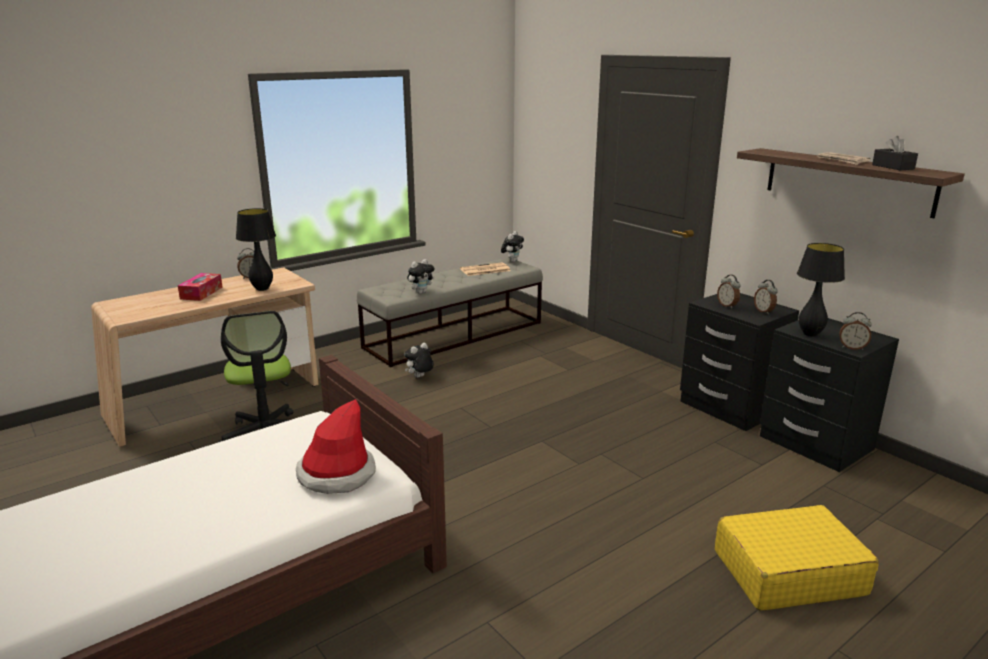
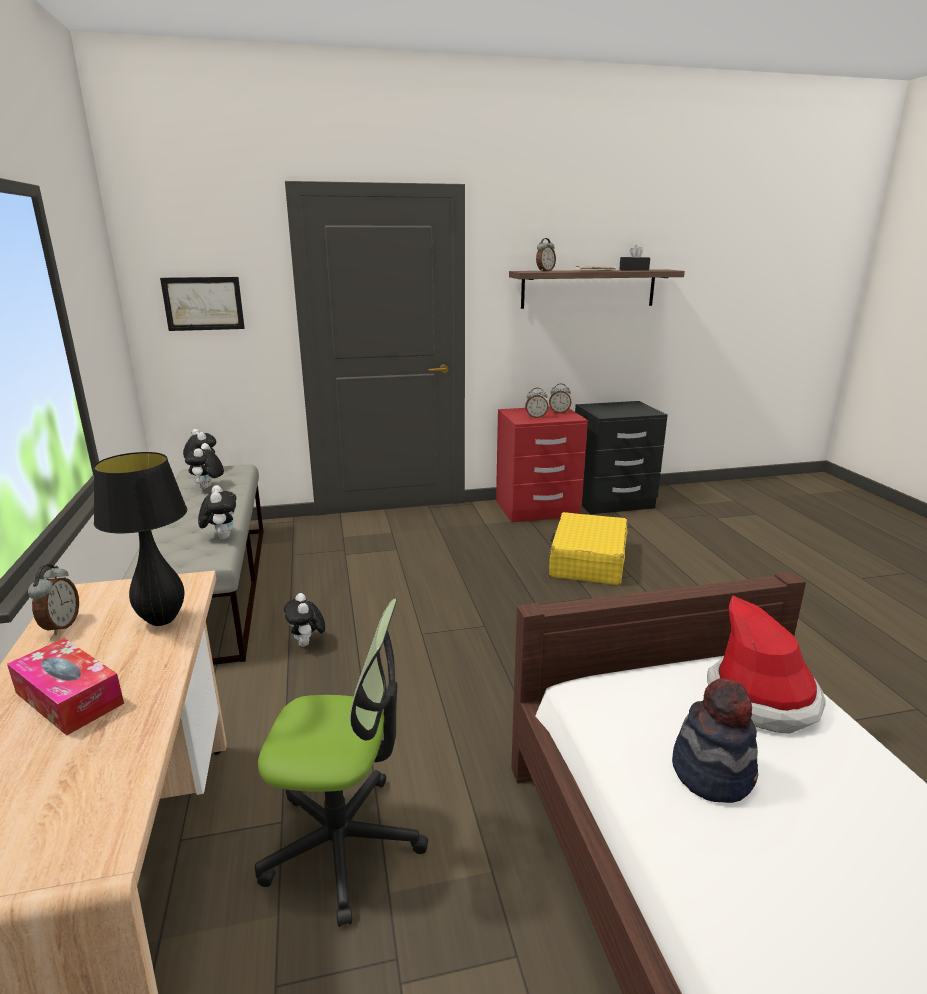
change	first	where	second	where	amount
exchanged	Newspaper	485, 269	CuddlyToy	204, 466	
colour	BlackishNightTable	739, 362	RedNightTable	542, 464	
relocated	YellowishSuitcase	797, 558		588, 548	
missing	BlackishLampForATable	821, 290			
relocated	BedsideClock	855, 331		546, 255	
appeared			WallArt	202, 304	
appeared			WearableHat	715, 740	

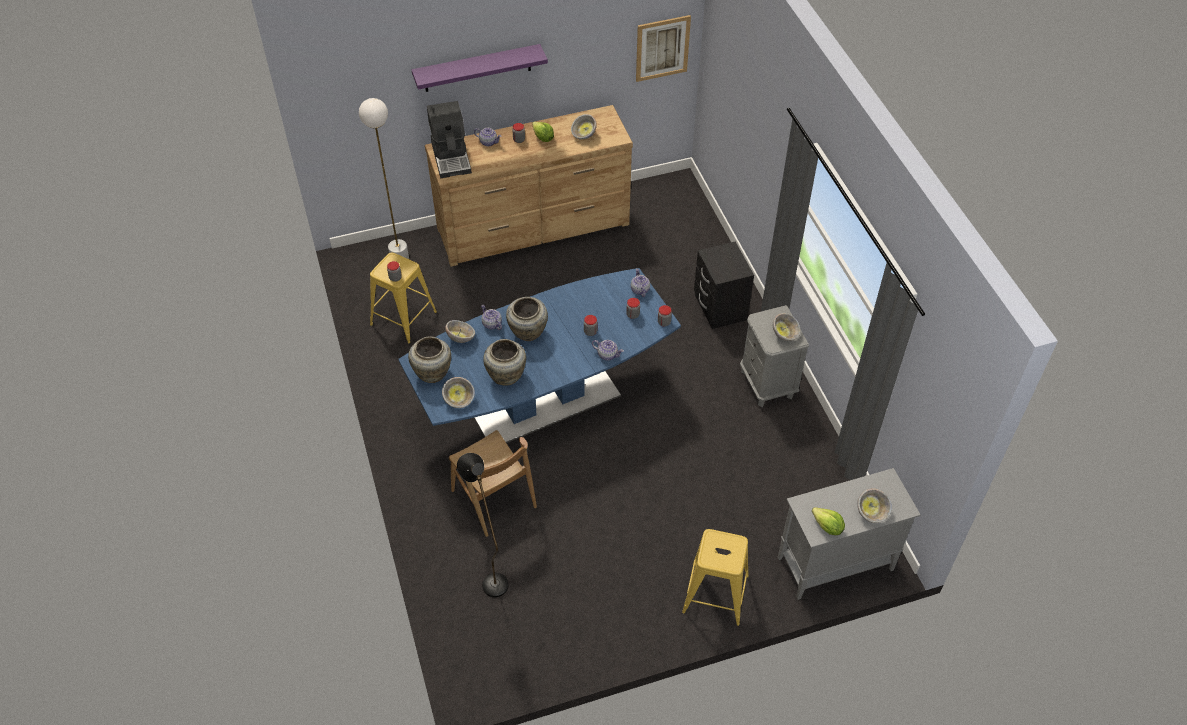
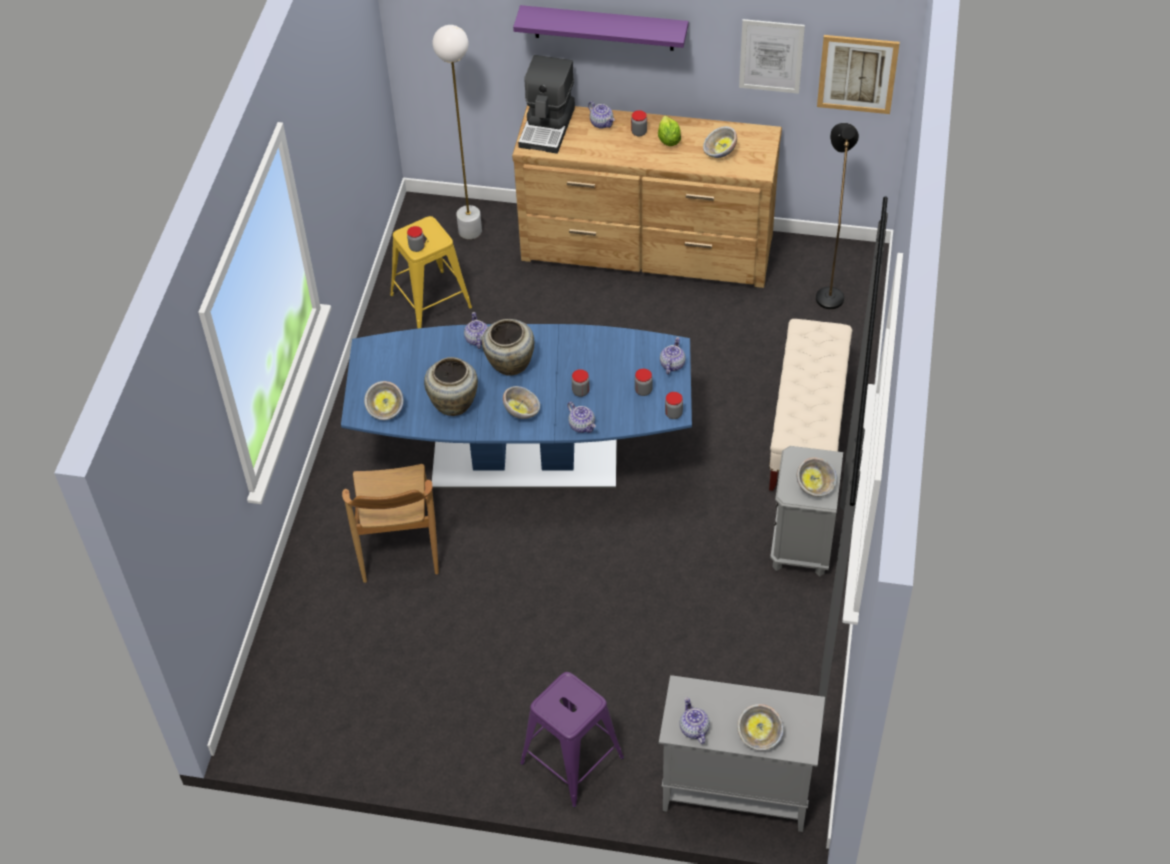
change	first	where	second	where	amount
missing	BeigeFlowerVase	429, 359			
relocated	ServingBowl	460, 331		521, 402	
relocated	BlackishStandingLamp	483, 525		837, 216	
colour	YellowishSittingStool	715, 577	PurplishSittingStool	572, 739	
exchanged	BlackishNightTable	724, 285	BeigeIndoorBench	810, 405	
exchanged	HeadOfLettuce	828, 521	Teapot	694, 720	
appeared			WallArt	772, 56	

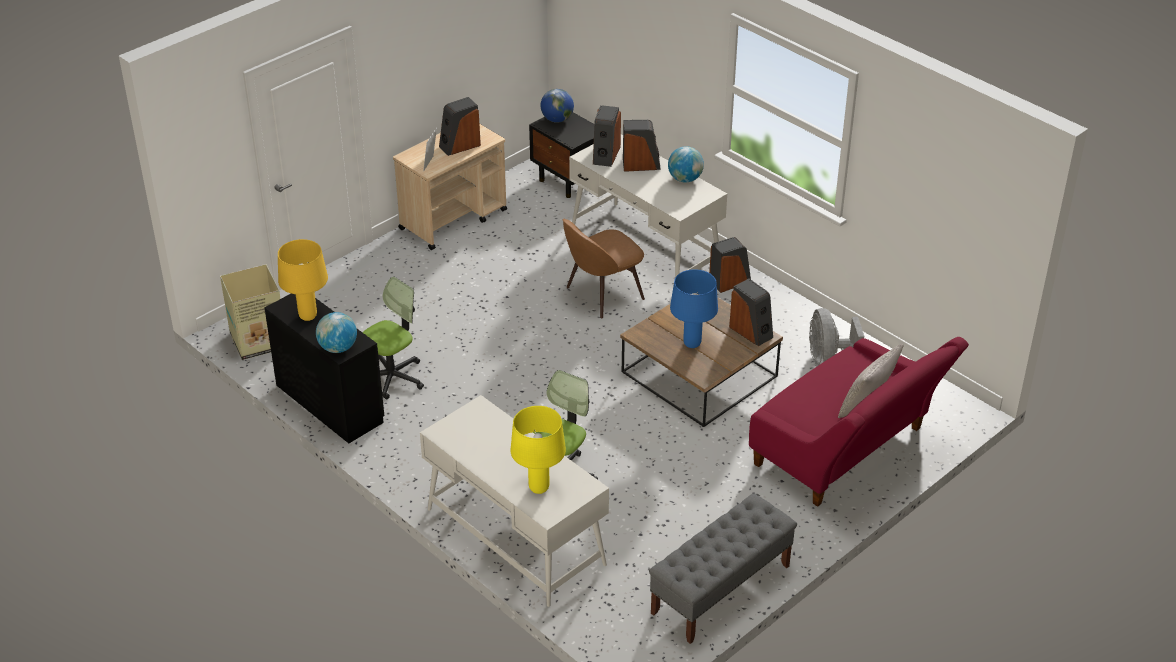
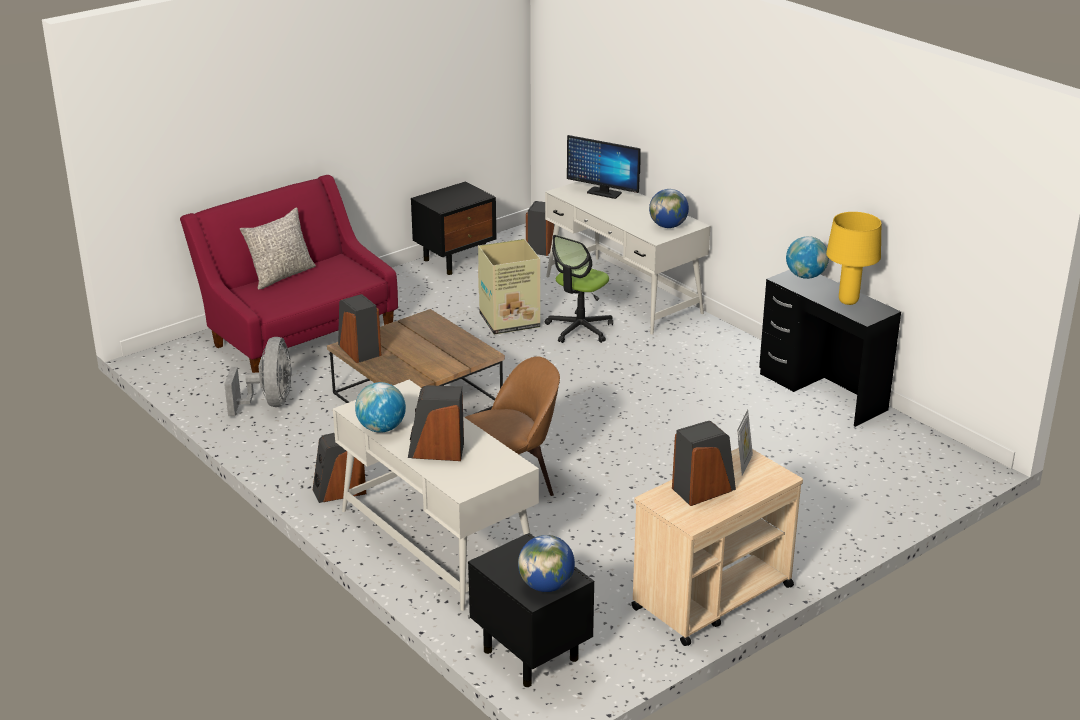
change	first	where	second	where	amount
relocated	CardboardBox	250, 312		509, 287	
missing	OfficeChair	393, 338			
exchanged	YellowishLampForATable	538, 450	Monitor	604, 167	
relocated	Loudspeaker	607, 136		540, 228	
exchanged	GreyishIndoorBench	723, 568	BlackishNightTable	453, 228	
missing	BlueColouredLampForATable	694, 308			
appeared			WorldGlobe	669, 208	

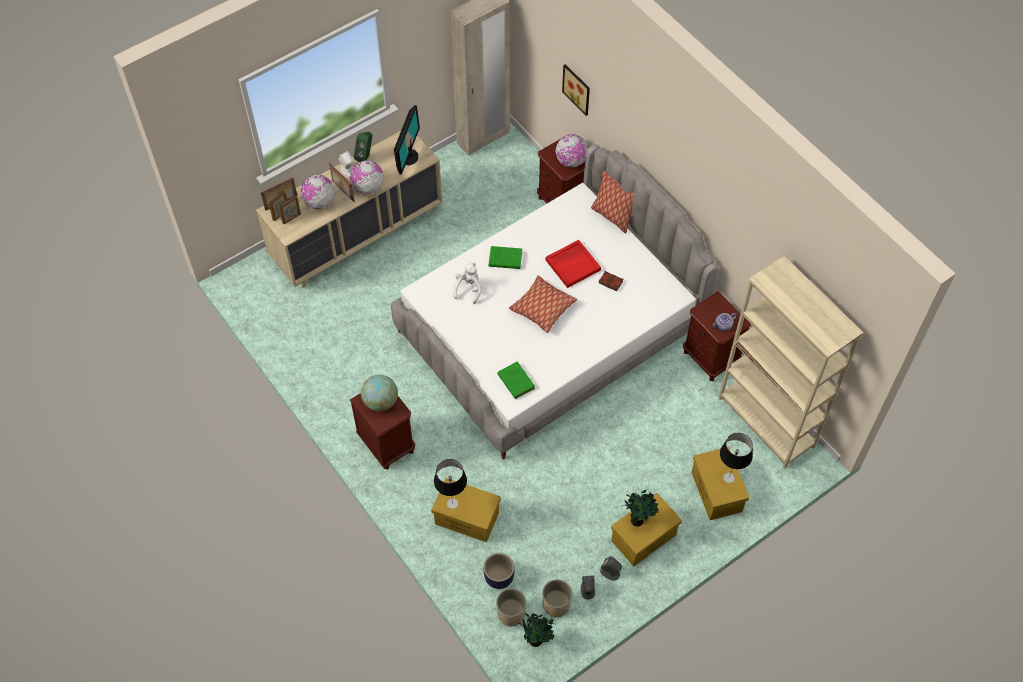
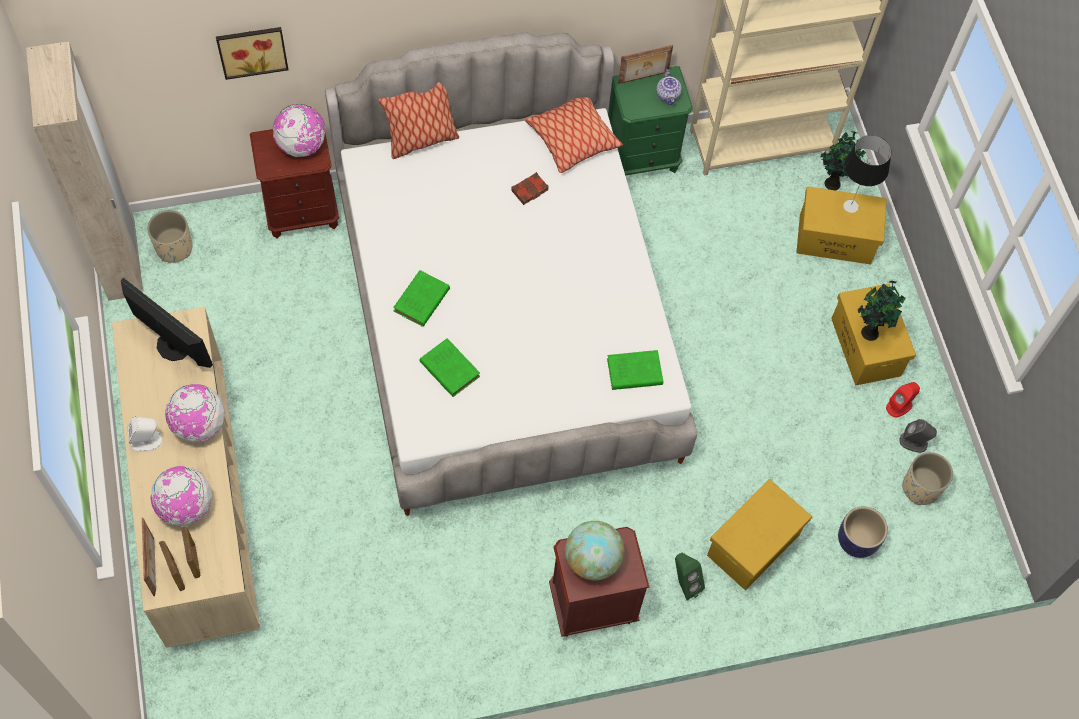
change	first	where	second	where	amount
relocated	PhotoFrame	342, 182		645, 64	
relocated	GreenishLoudspeaker	363, 147		690, 576	
missing	LampForATable	450, 484			
exchanged	WhiteColouredCuddlyToy	467, 283	GreenishVolume	449, 367	
relocated	BeigeFlowerPot	511, 607		169, 236	
relocated	ThrowPillow	543, 304		574, 135	
relocated	Houseplant	536, 630		843, 161	
missing	RedTray	573, 264			
colour	GreyishLoudspeaker	611, 568	RedLoudspeaker	903, 399	
colour	BrownishNightTable	717, 336	GreenishNightTable	650, 120	

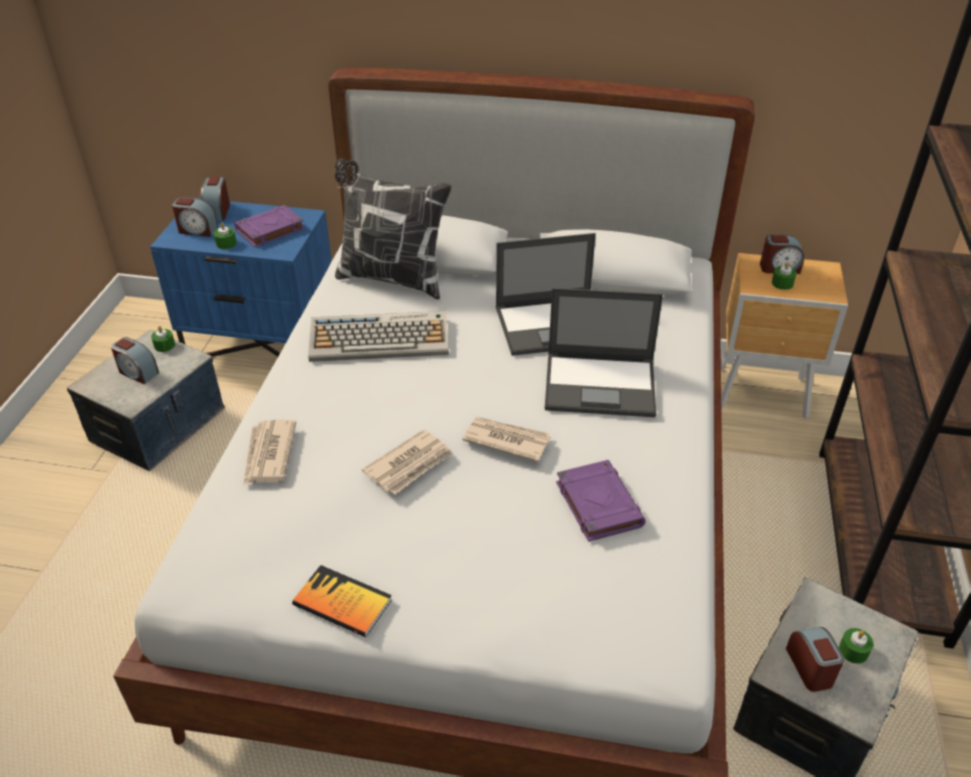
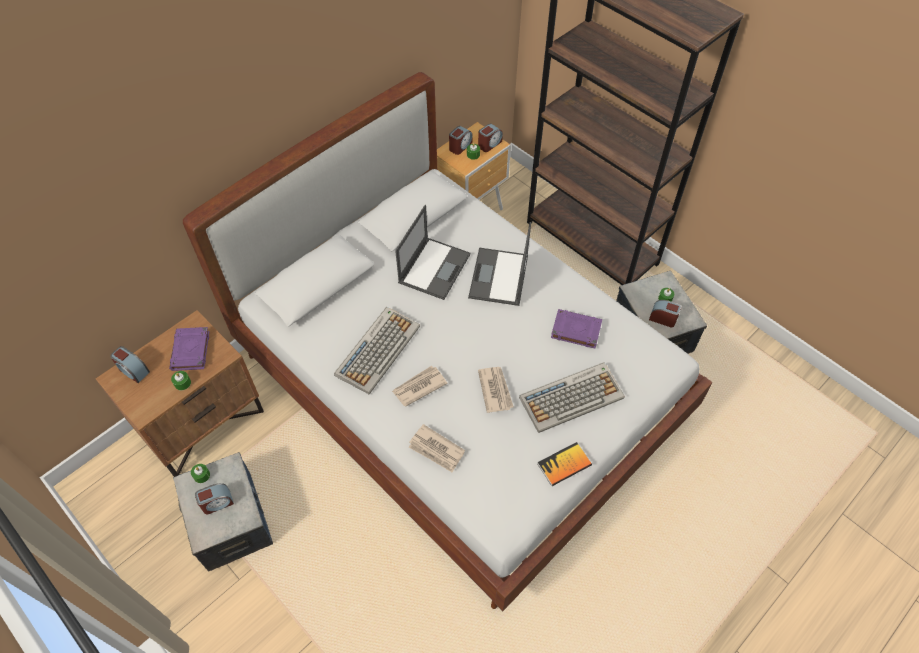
change	first	where	second	where	amount
colour	BlueColouredNightTable	241, 277	BrownishNightTable	180, 393	
relocated	BedsideClock	195, 217		490, 138	
missing	ThrowPillow	393, 228			
relocated	Newspaper	507, 439		420, 386	
spun	NotebookComputer	604, 352		499, 264	150 degrees clockwise
appeared			ComputerKeyboard	572, 397	

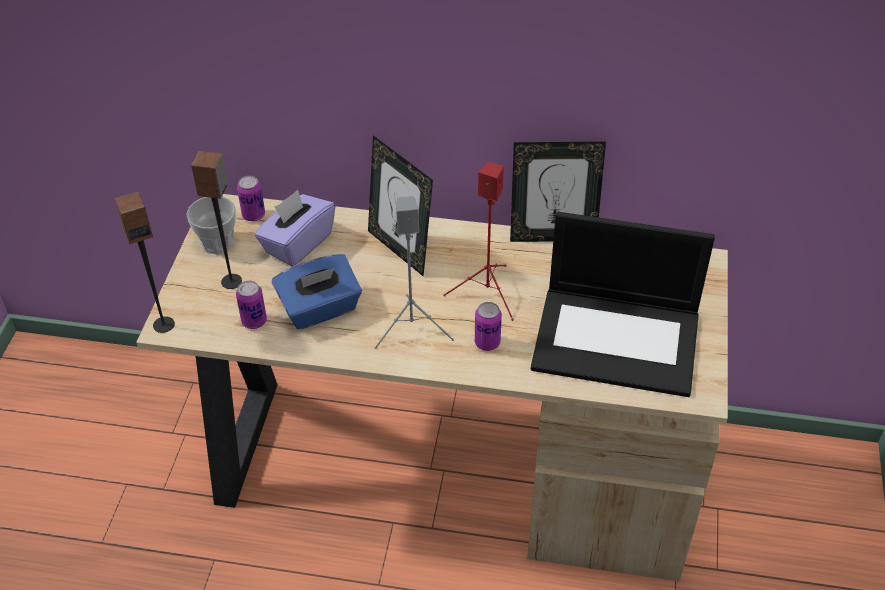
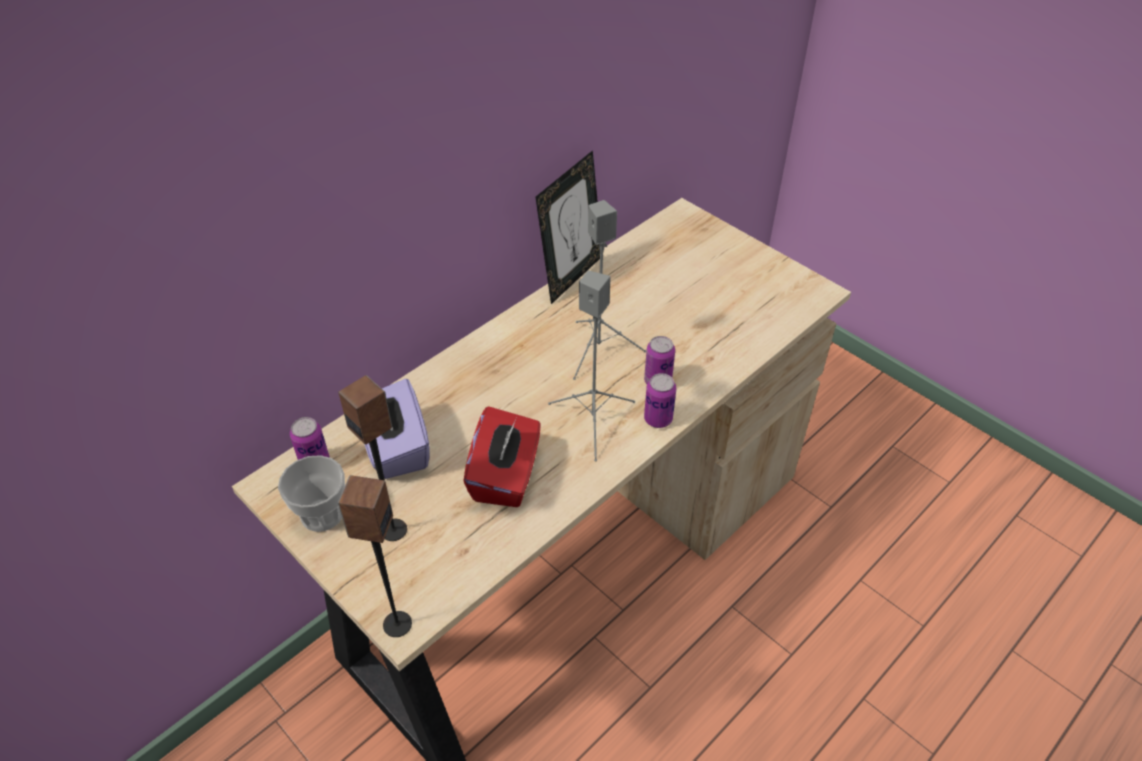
change	first	where	second	where	amount
relocated	Can	251, 305		660, 400	
colour	BlueColouredTissueBox	317, 292	RedTissueBox	502, 456	
missing	PhotoFrame	400, 206			
colour	RedLoudspeaker	478, 241	GreyishLoudspeaker	609, 290	
missing	NotebookComputer	623, 304			

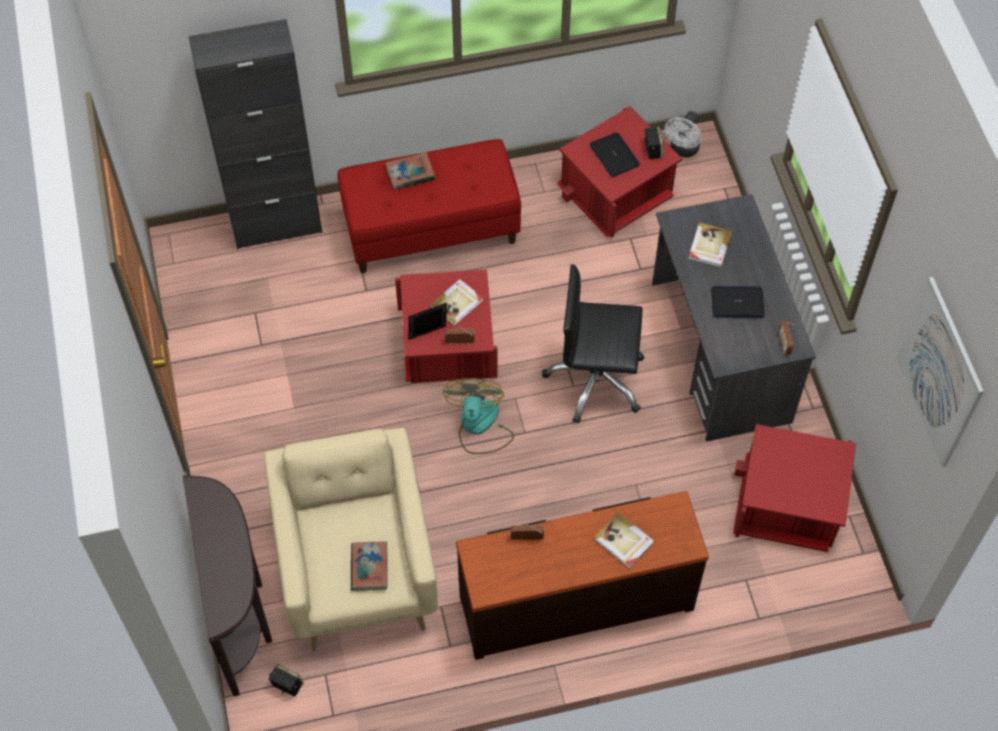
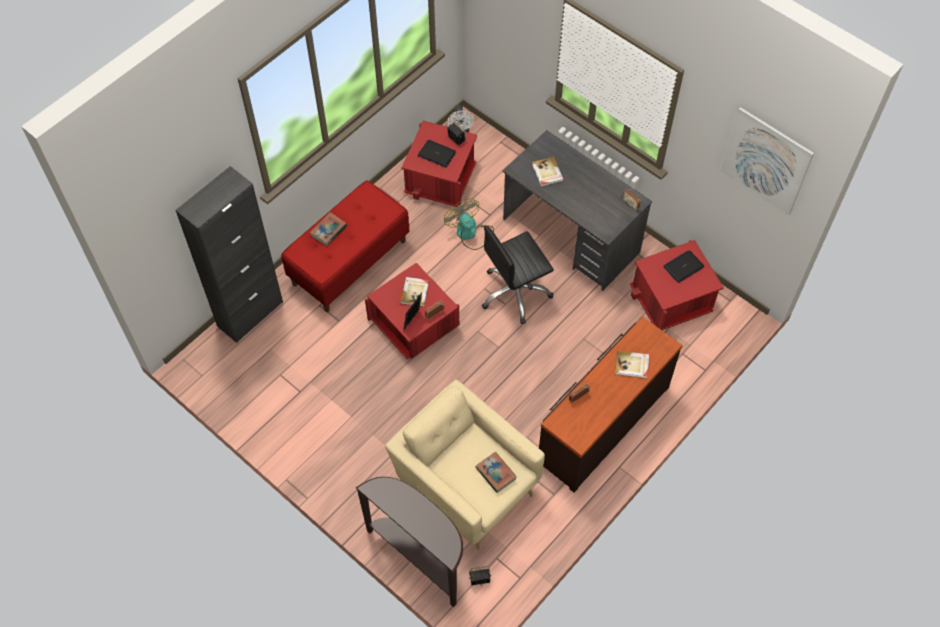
change	first	where	second	where	amount
relocated	Fan	478, 416		469, 224	
relocated	NotebookComputer	738, 302		683, 266	

